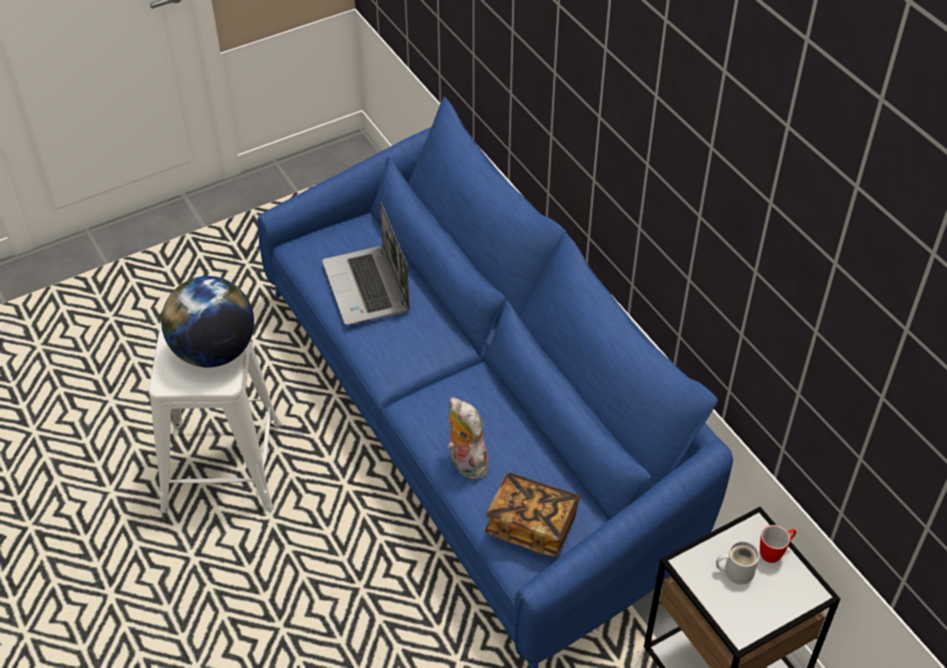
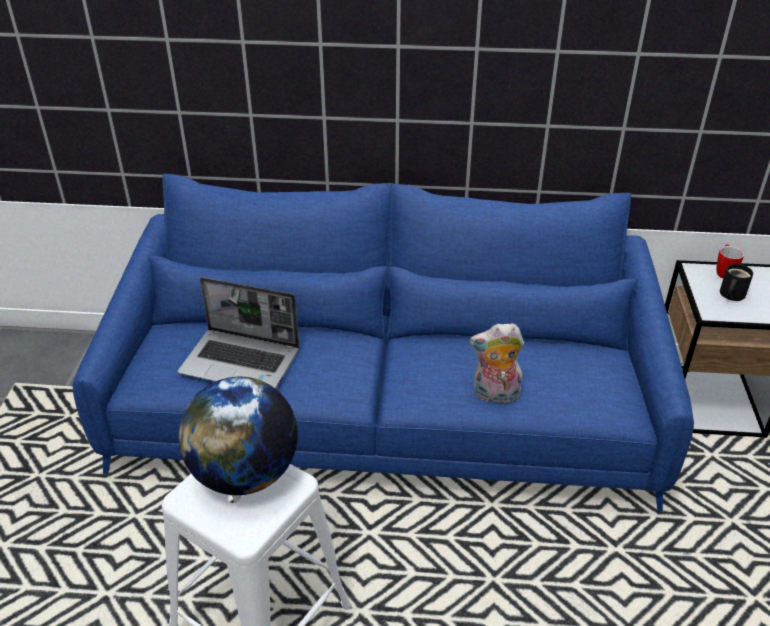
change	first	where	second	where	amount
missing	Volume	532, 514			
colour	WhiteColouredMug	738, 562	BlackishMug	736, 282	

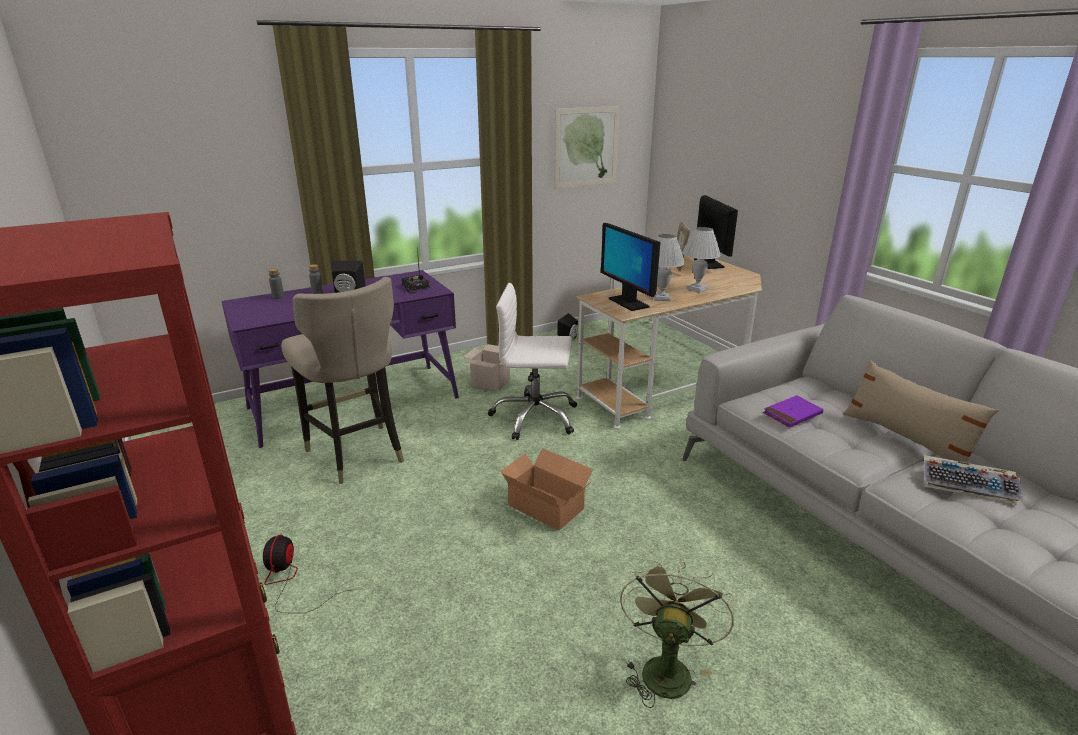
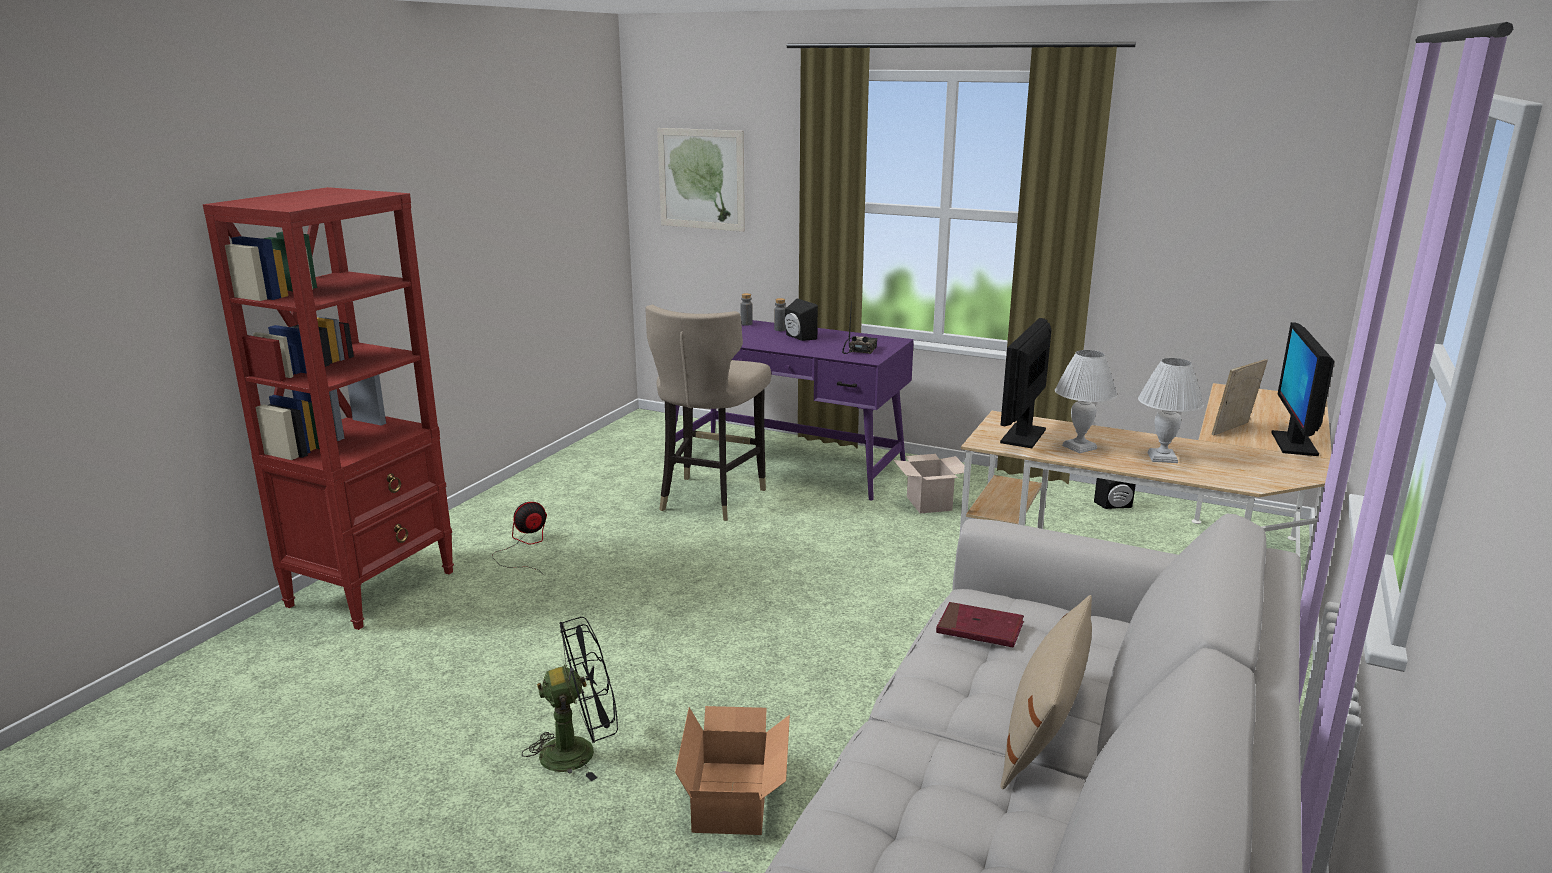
change	first	where	second	where	amount
missing	WhiteColouredOfficeChair	532, 361			
relocated	CardboardBox	547, 489		732, 770	
relocated	WallArt	587, 147		701, 180	
colour	GreenishFan	677, 633	BlackishFan	570, 699	
spun	Monitor	716, 232		1302, 389	150 degrees clockwise
colour	PurplishVolume	793, 411	RedVolume	980, 624	
missing	ComputerKeyboard	973, 480			

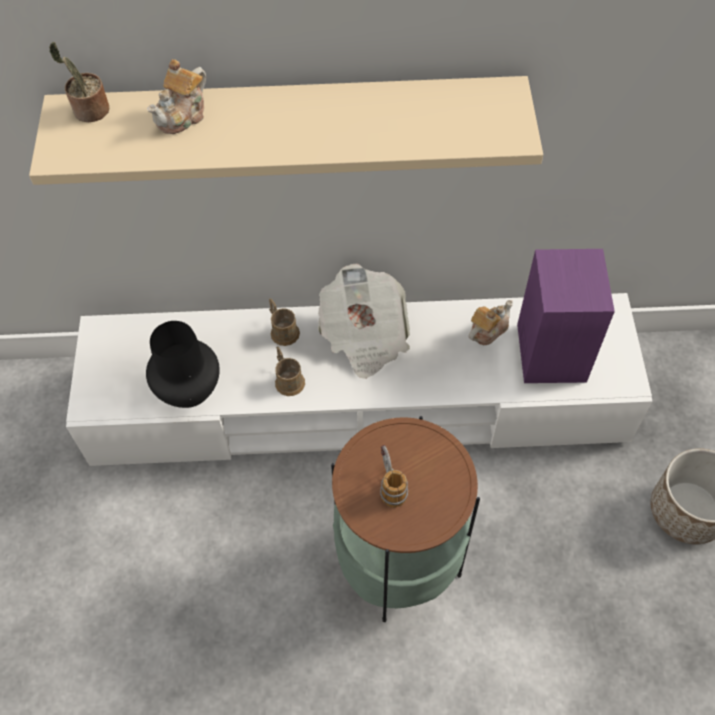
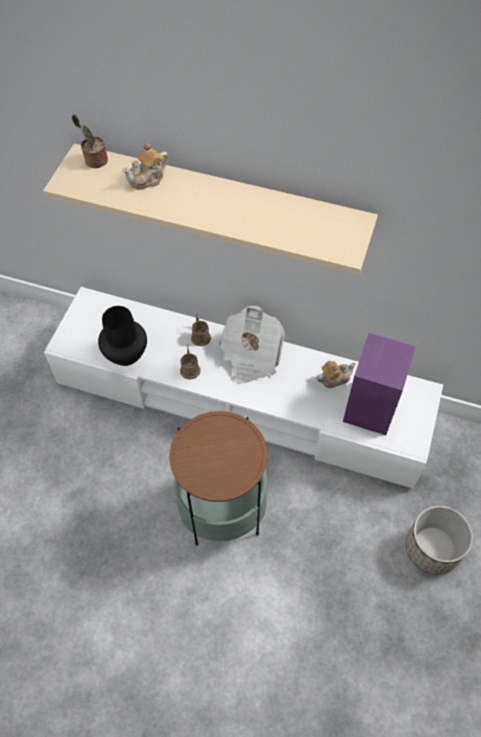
change	first	where	second	where	amount
missing	Mug	394, 476			

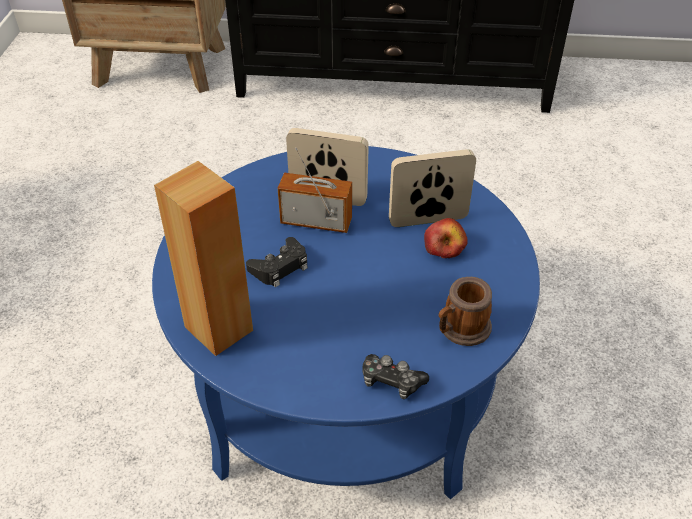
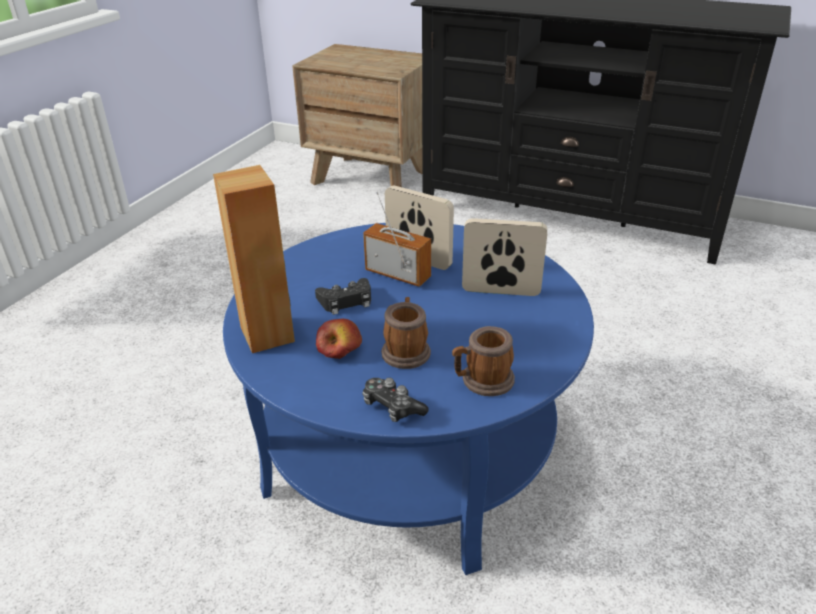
change	first	where	second	where	amount
relocated	WholeApple	446, 238		339, 339	
appeared			Mug	406, 333	

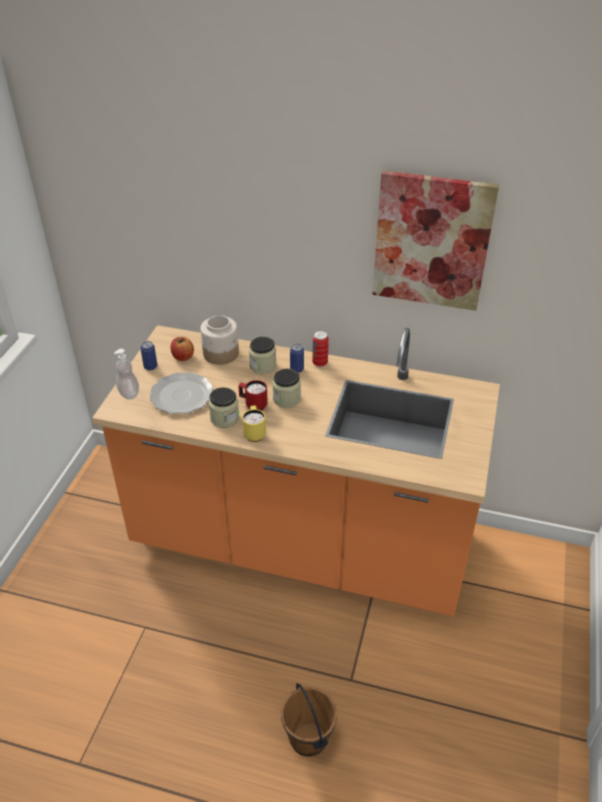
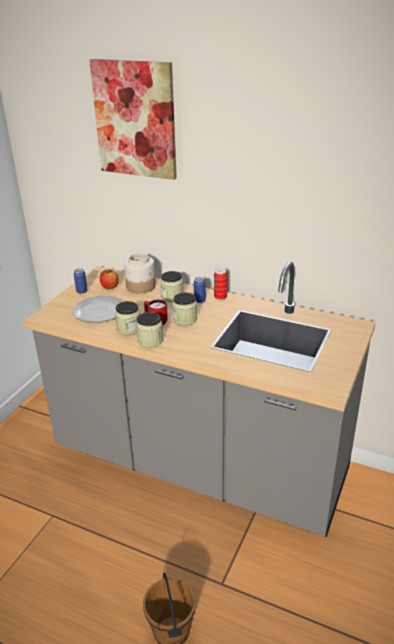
change	first	where	second	where	amount
colour	OrangeyKitchenBaseUnit	296, 470	GreyishKitchenBaseUnit	199, 399	
missing	SoapBottle	126, 374			
exchanged	YellowishMug	254, 423	PreserveJar	149, 330	
relocated	WallArt	435, 241		133, 119	

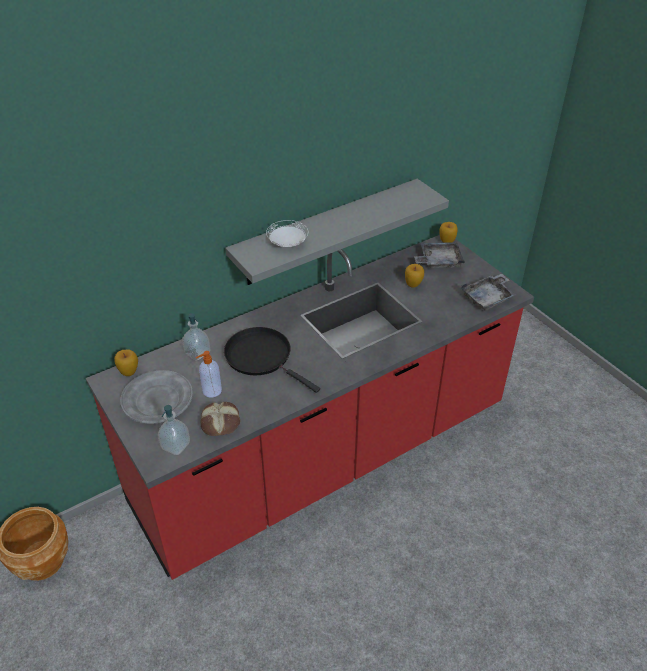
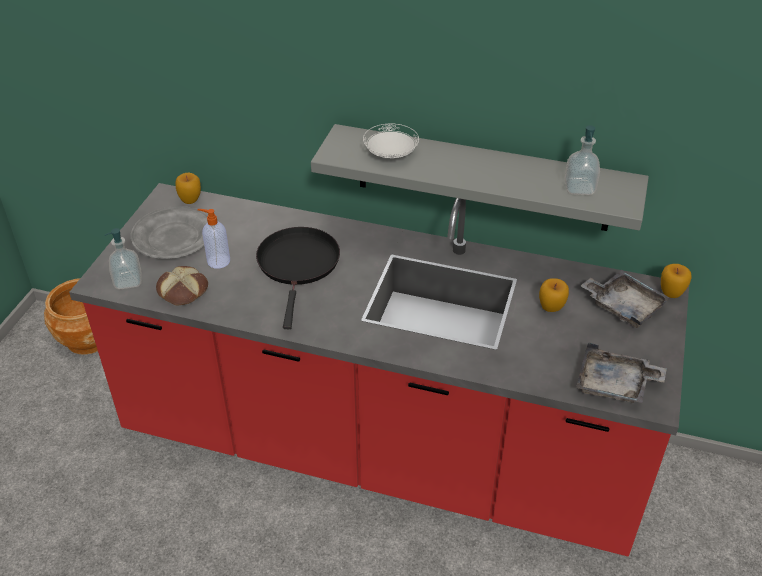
change	first	where	second	where	amount
relocated	SoapBottle	196, 337		582, 160	

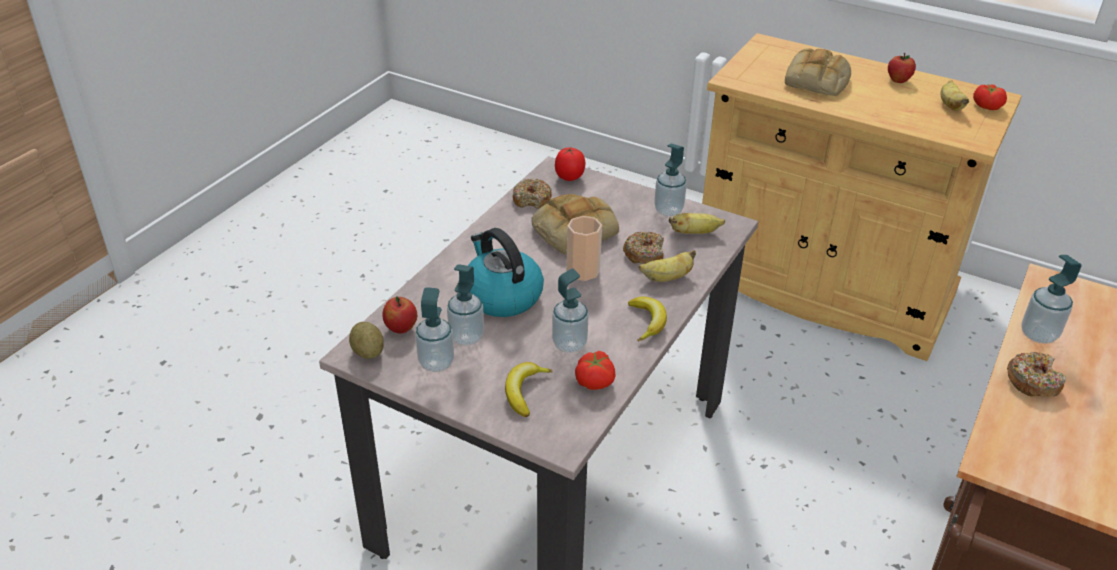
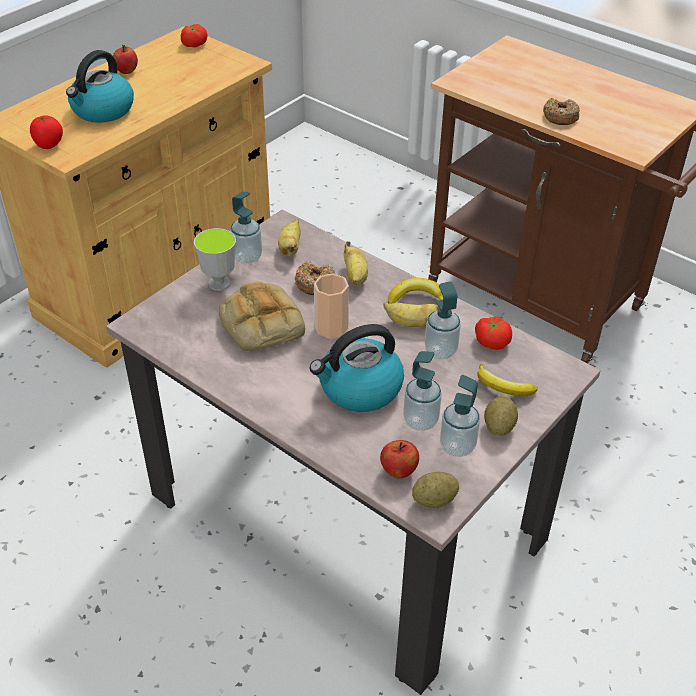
change	first	where	second	where	amount
missing	Donut	532, 193			
relocated	WholeTomato	570, 164		46, 132	
exchanged	BakedBread	818, 72	Kettle	100, 86	
relocated	BananaFruit	954, 95		411, 315	
missing	SoapBottle	1051, 299			
appeared			SmallCup	215, 259	
appeared			WholePotato	501, 416	

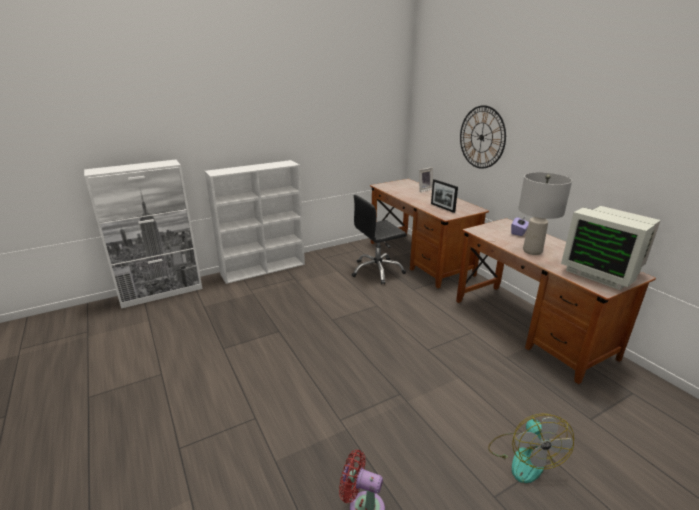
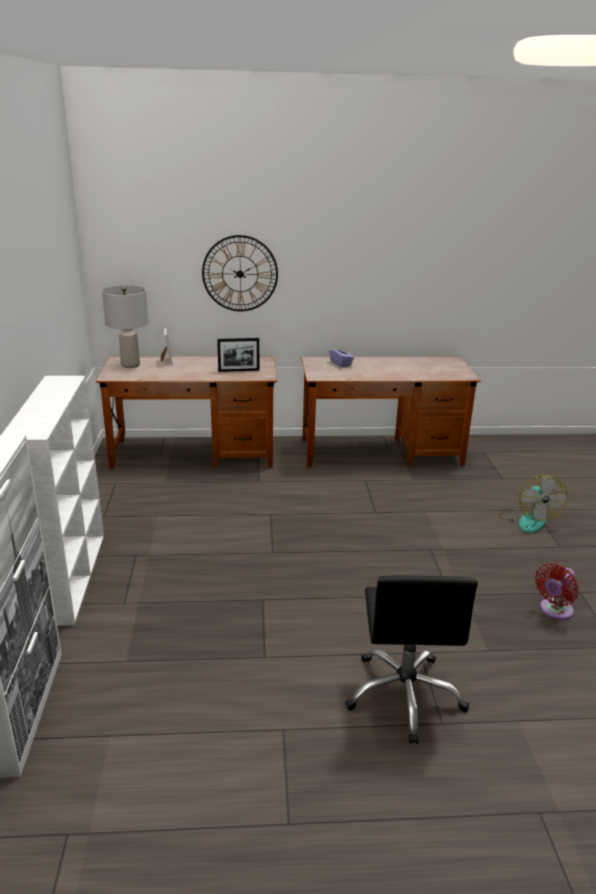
change	first	where	second	where	amount
relocated	BlackishOfficeChair	378, 240		411, 659	
spun	Fan	531, 448		533, 503	60 degrees clockwise
relocated	GreyishLampForATable	545, 213		125, 326	
missing	Monitor	611, 248			

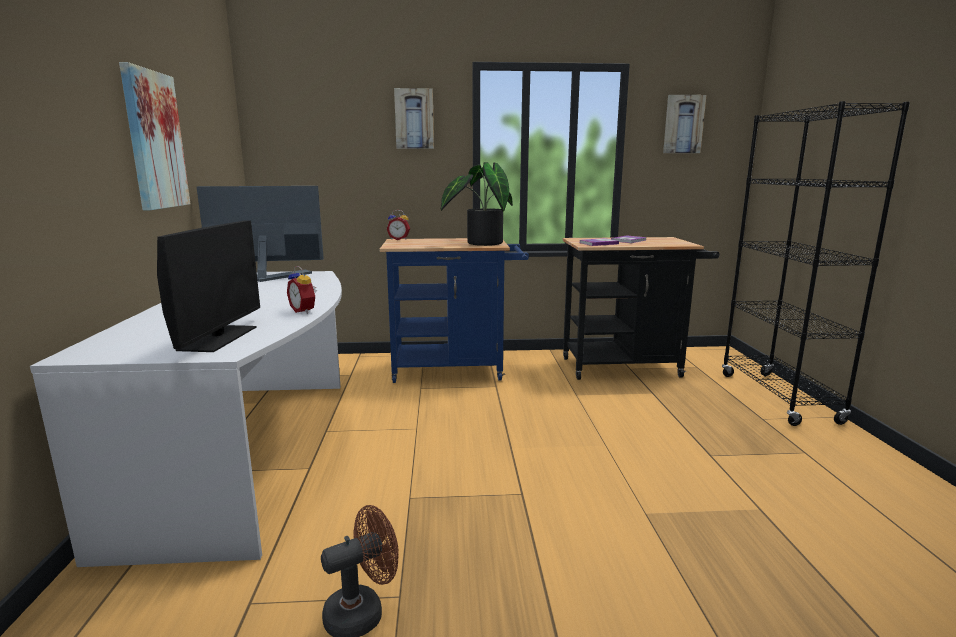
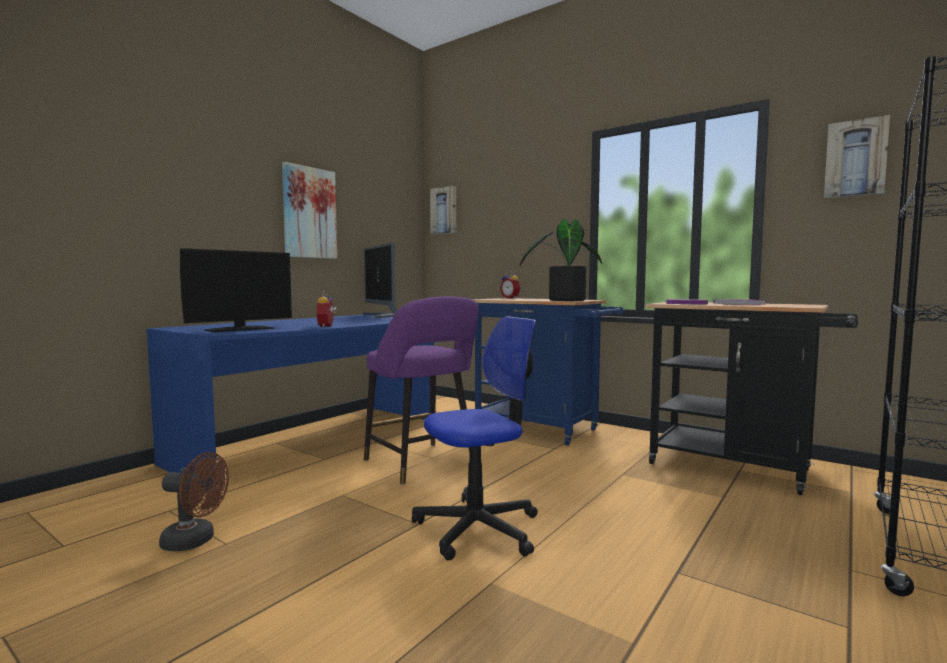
change	first	where	second	where	amount
colour	WhiteColouredDeskUnit	186, 419	BlueColouredDeskUnit	290, 394	
spun	Monitor	260, 234		380, 280	150 degrees counterclockwise
relocated	WallArt	414, 118		443, 210	
appeared			PurplishSittingStool	421, 390	
appeared			OfficeChair	475, 438	

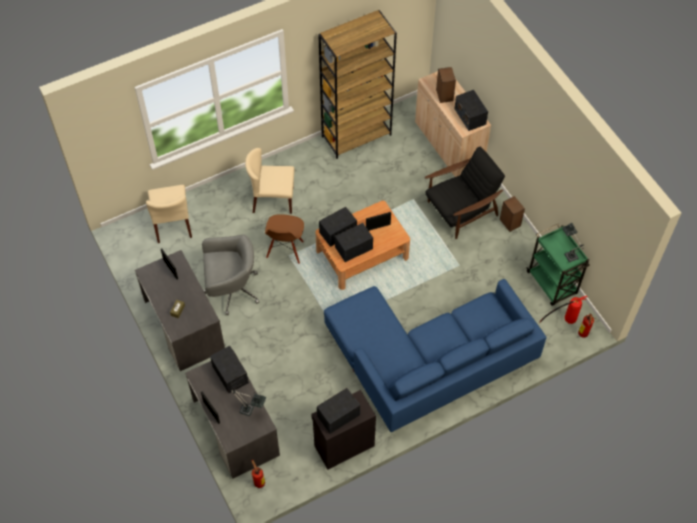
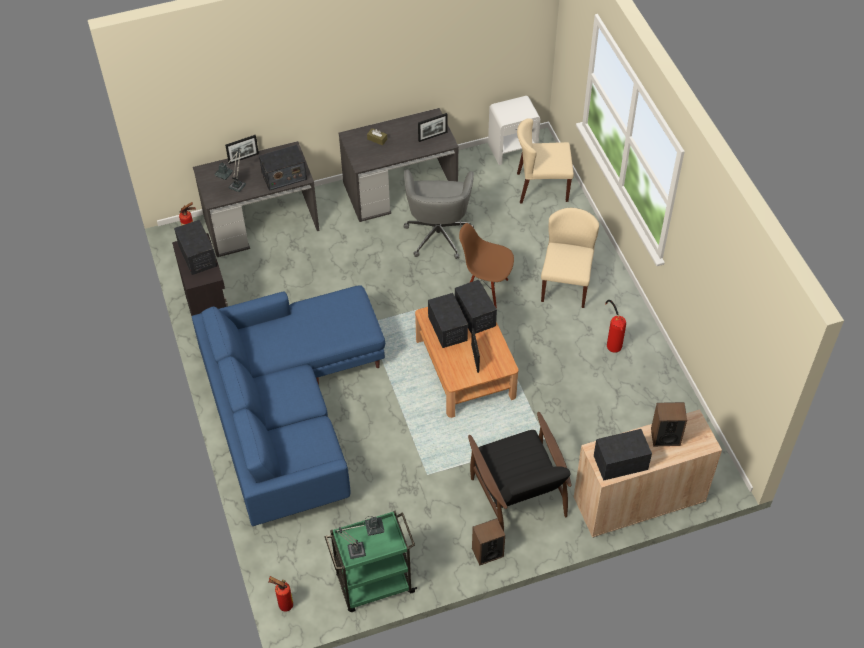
change	first	where	second	where	amount
missing	BrownishShelvingUnit	357, 84			
relocated	Extinguisher	563, 310		615, 326	
appeared			WhiteColouredNightTable	514, 130	

